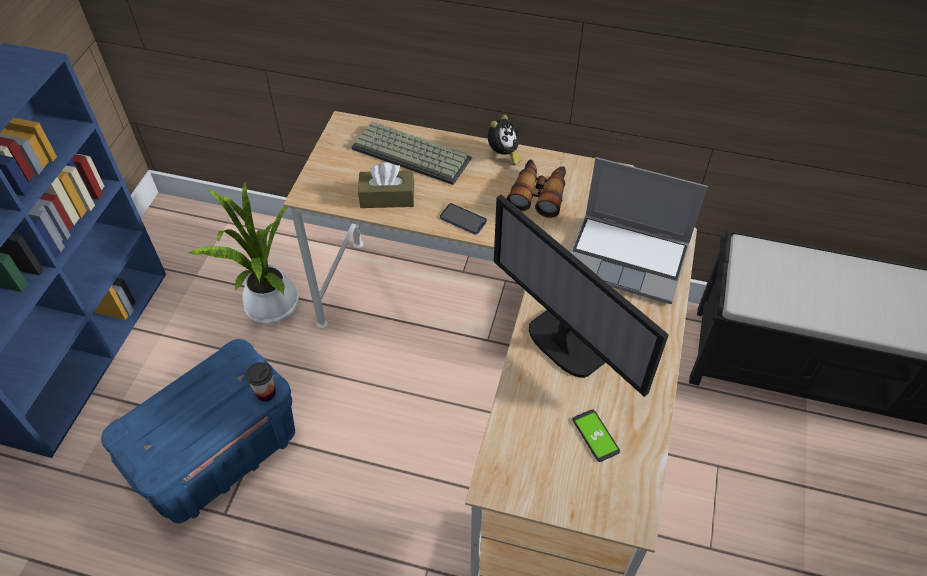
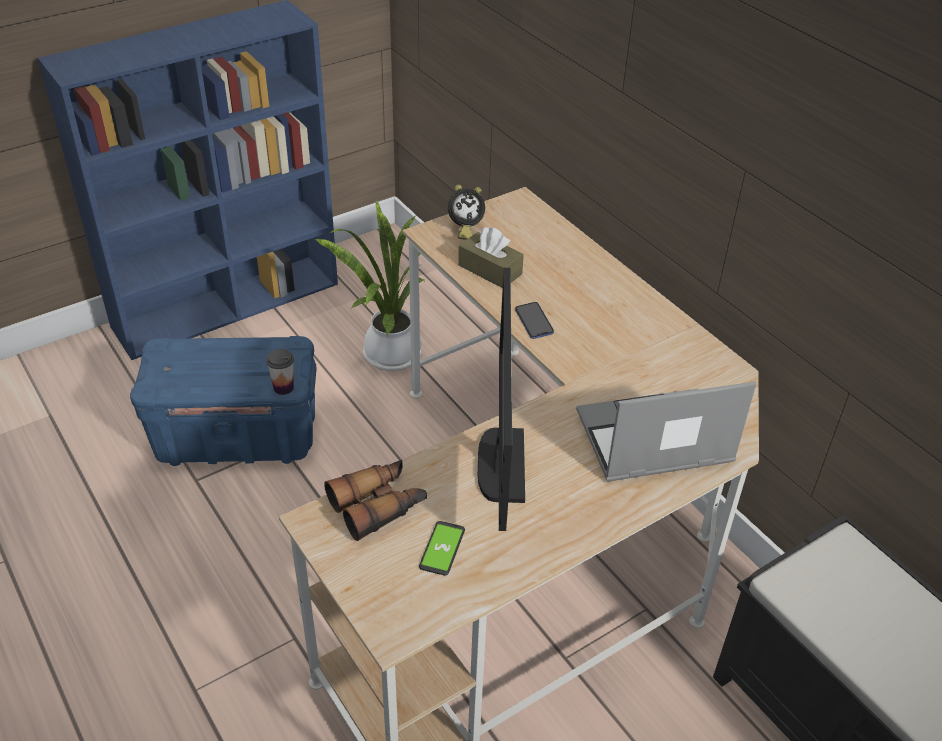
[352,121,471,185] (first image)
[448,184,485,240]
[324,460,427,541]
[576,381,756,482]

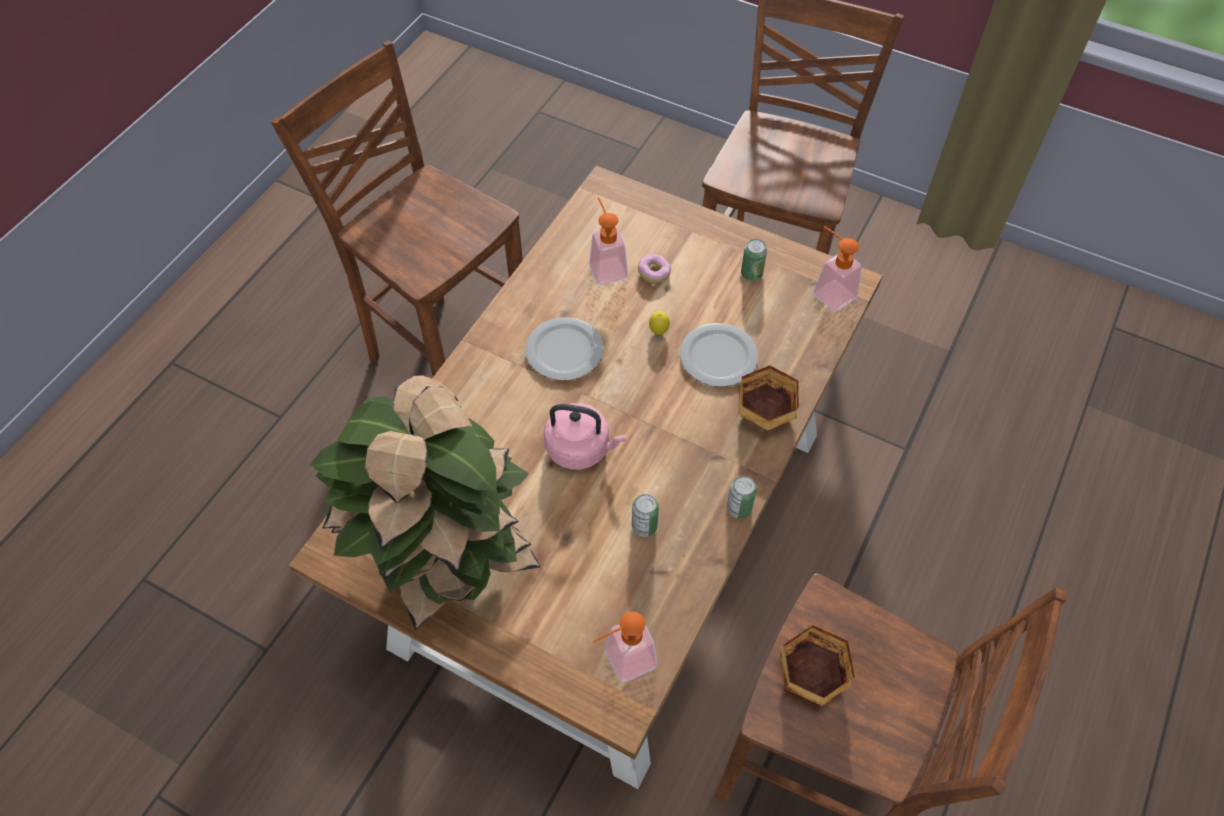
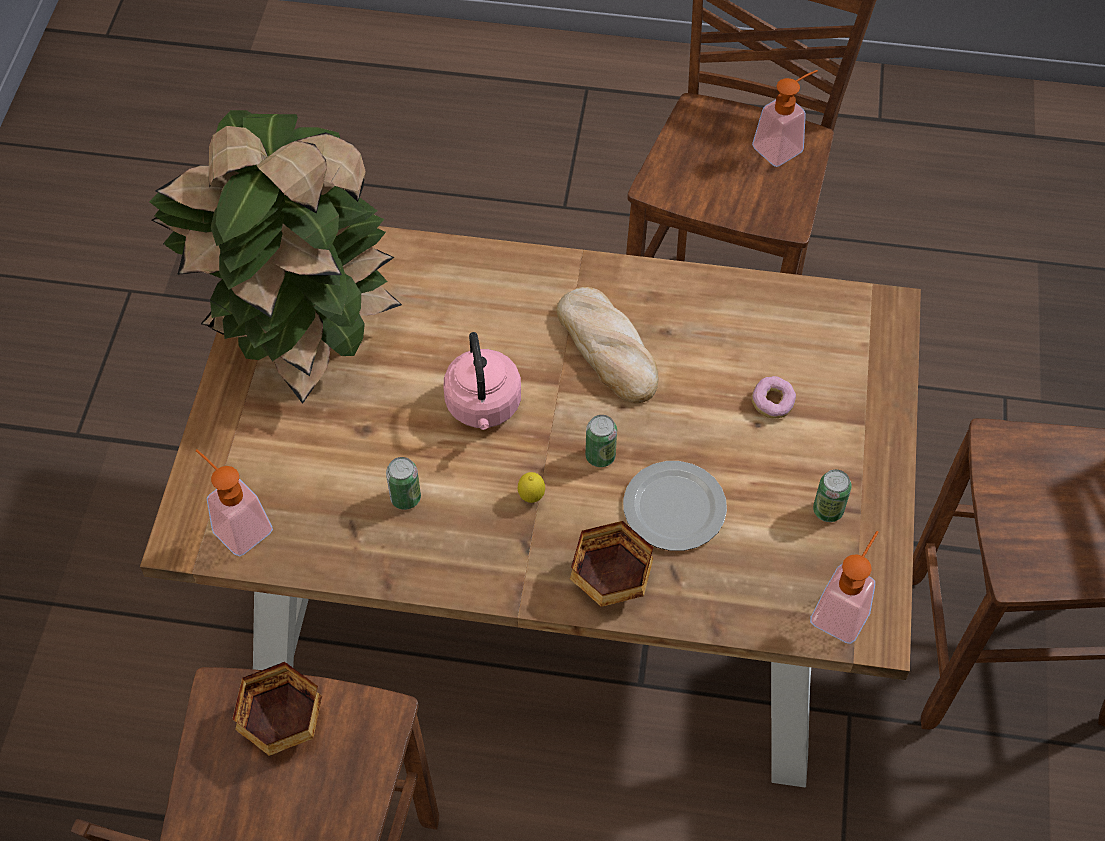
[752,70,818,167]
[518,472,545,503]
[585,415,617,467]
[556,287,658,403]

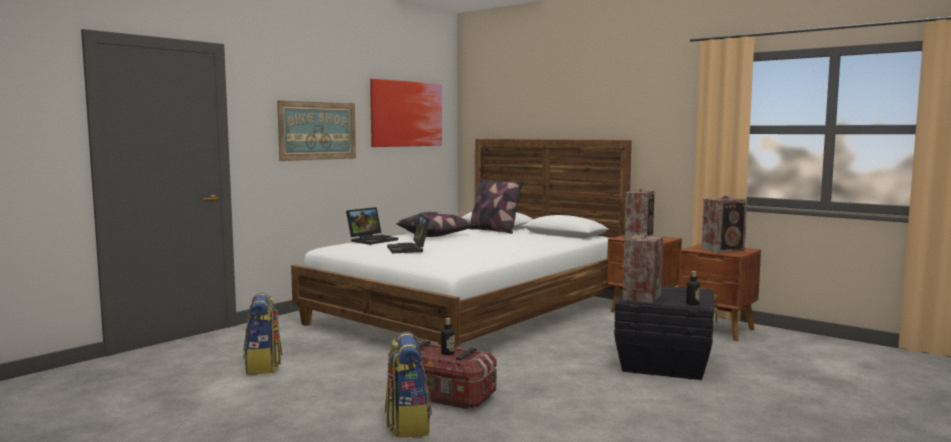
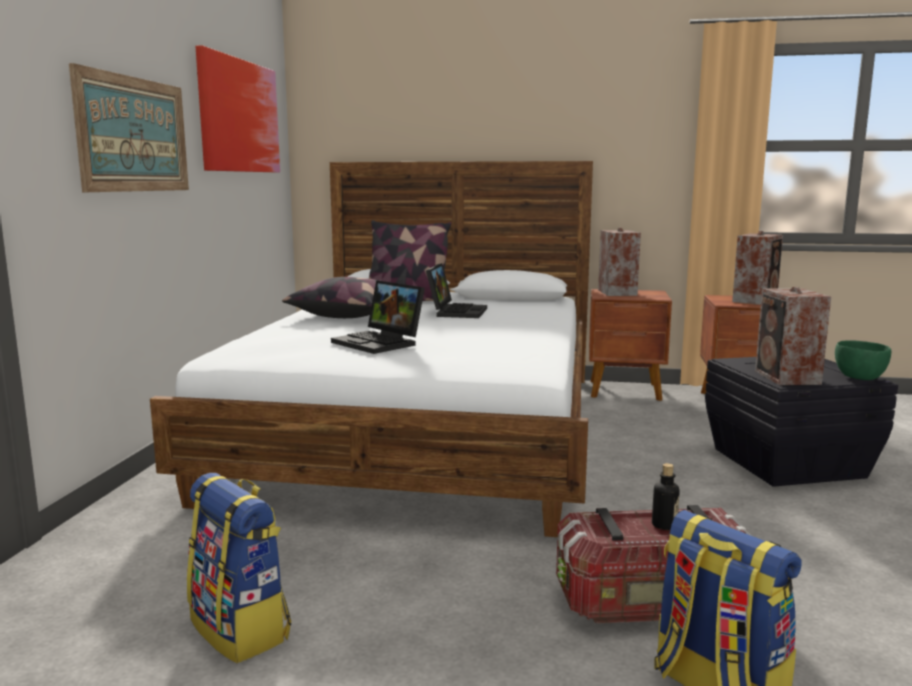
[426,263,487,318]
[835,340,891,380]

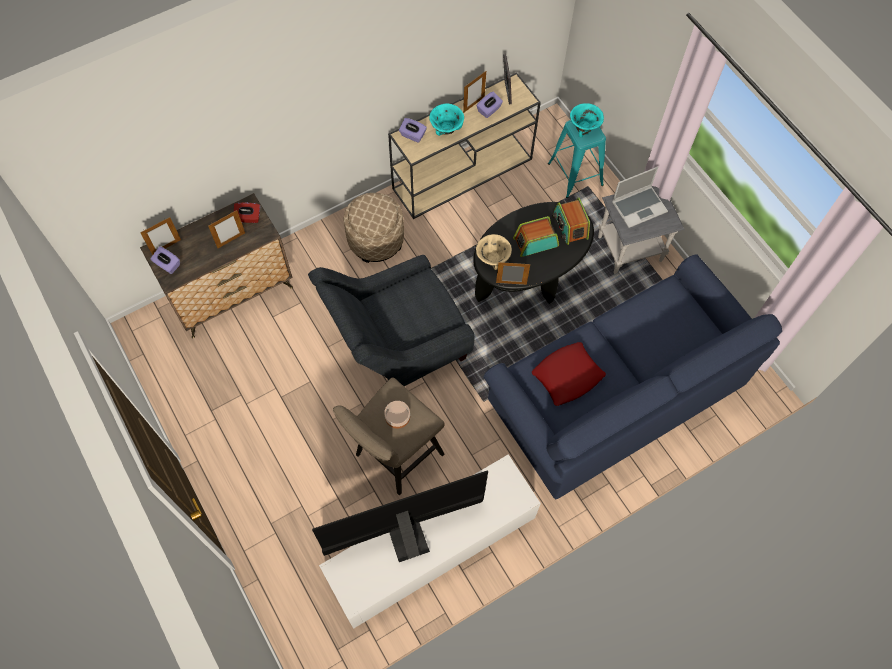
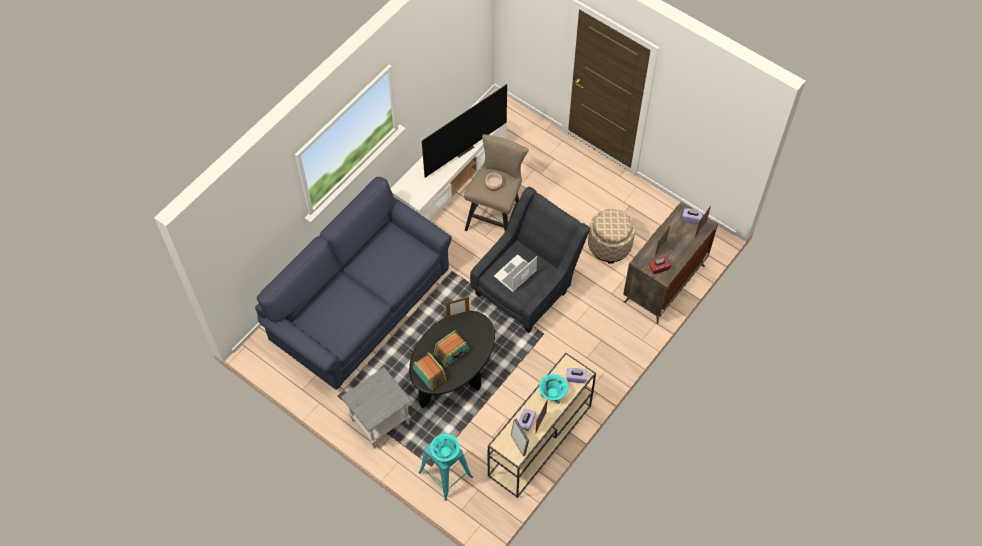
[476,234,512,270] (first image)
[532,342,606,406] (first image)
[588,209,635,264]
[494,254,537,292]

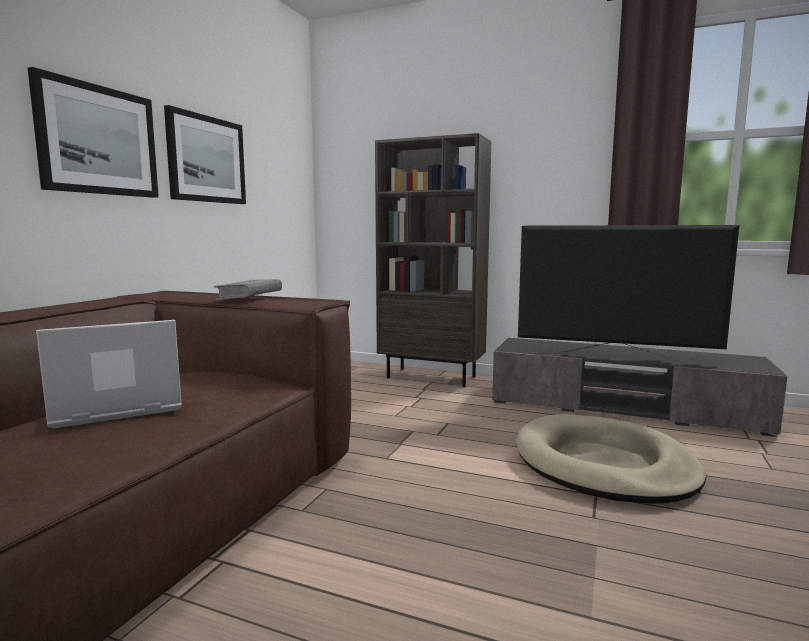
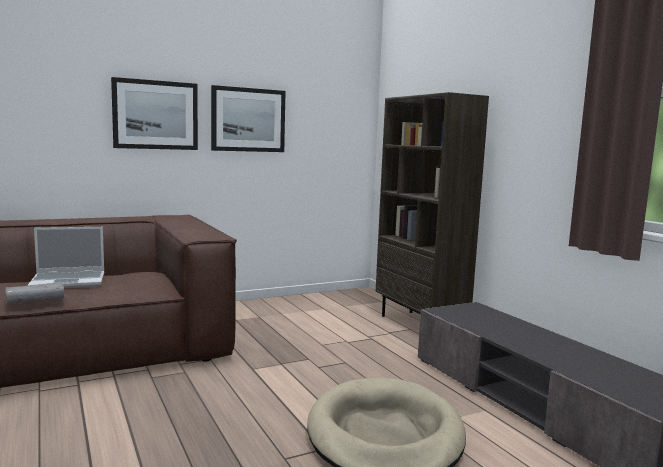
[518,225,739,362] (first image)
[5,282,65,303]
[27,227,104,288]

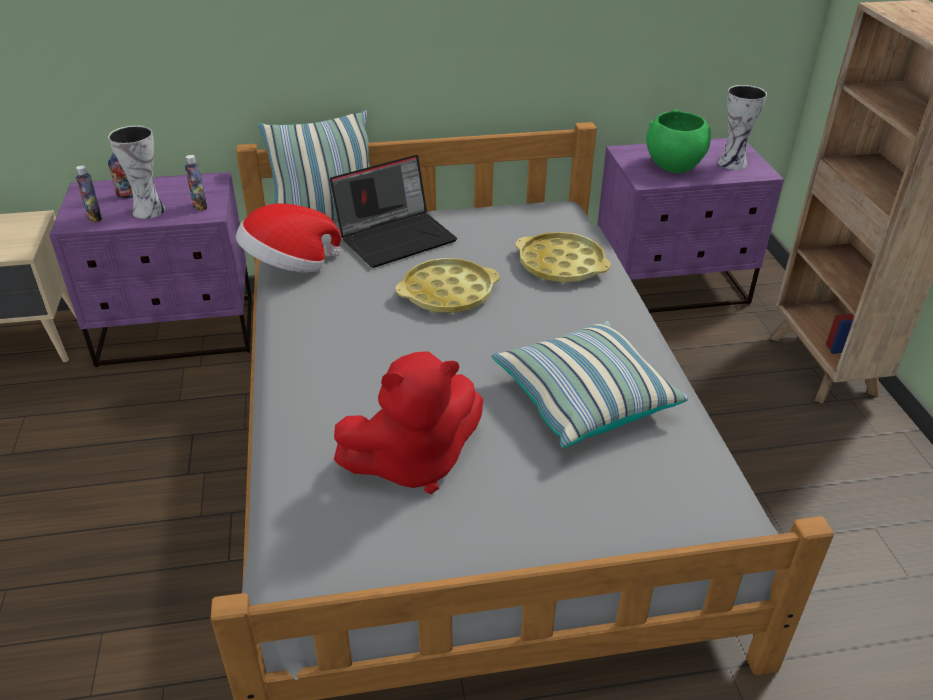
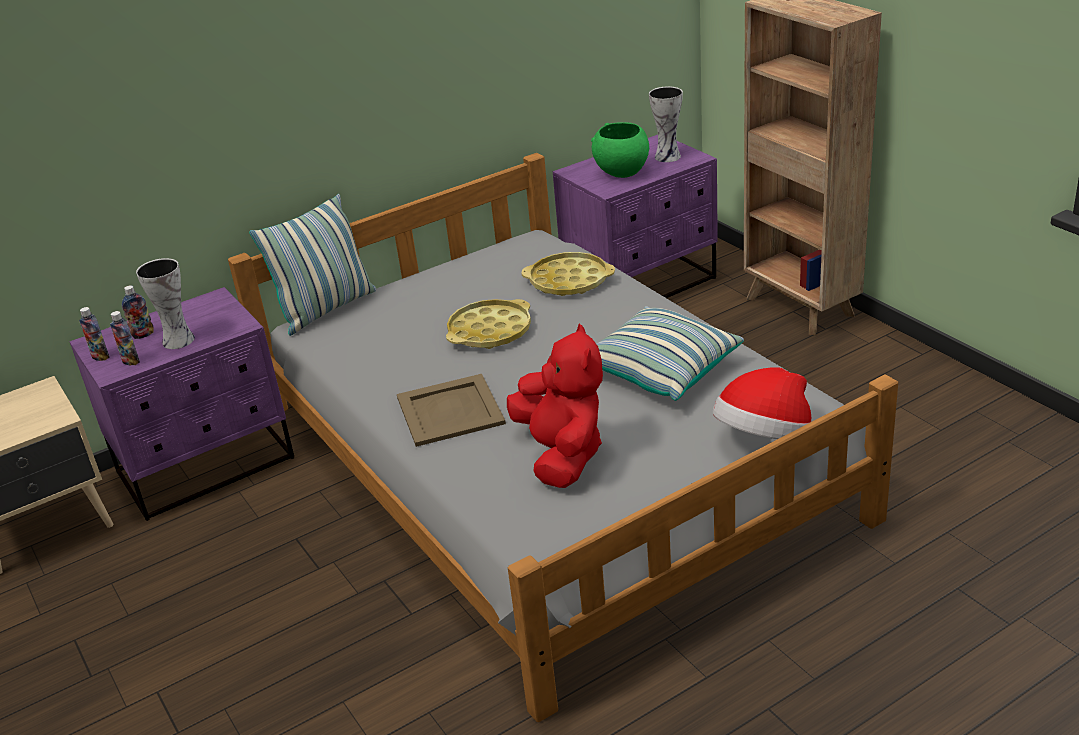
[330,155,457,268] (first image)
[397,374,506,447]
[79,307,110,361]
[713,367,811,439]
[507,324,603,488]

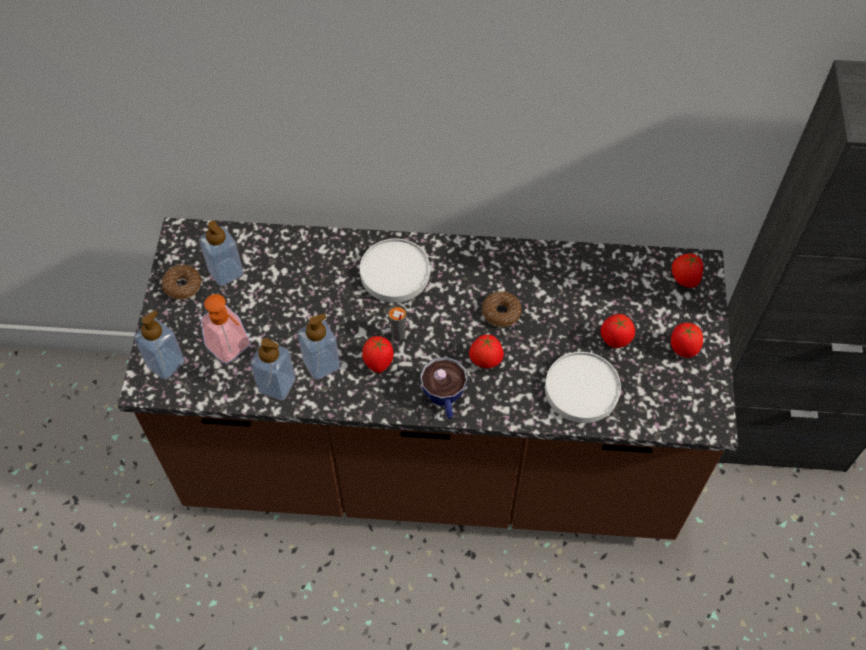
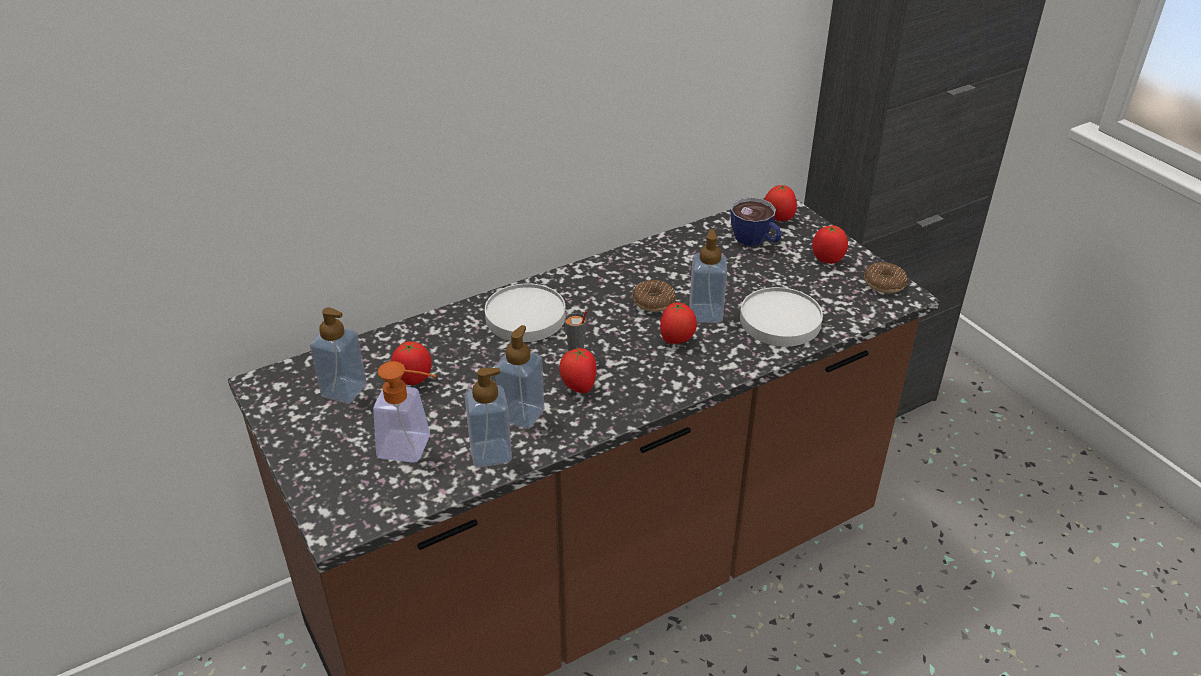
[689,229,727,323]
[864,262,908,293]
[730,197,782,246]
[391,341,432,385]

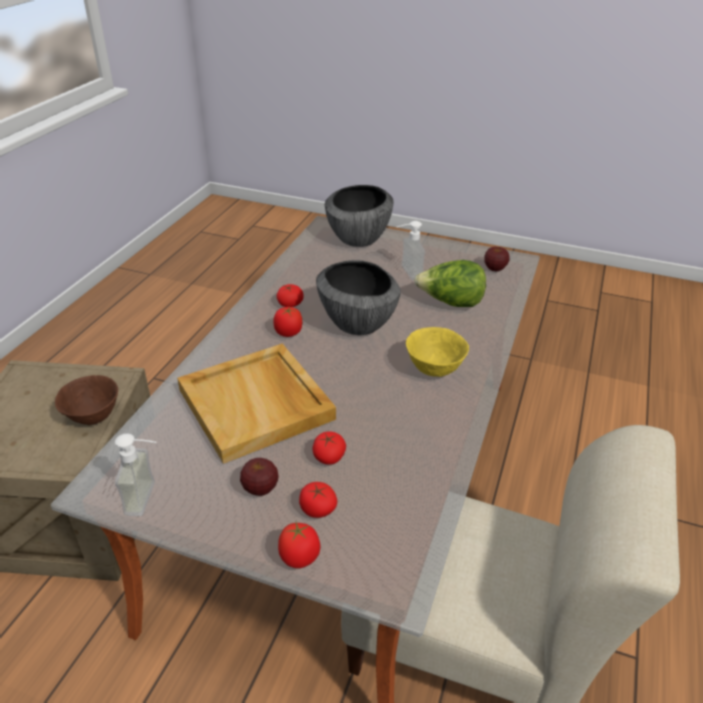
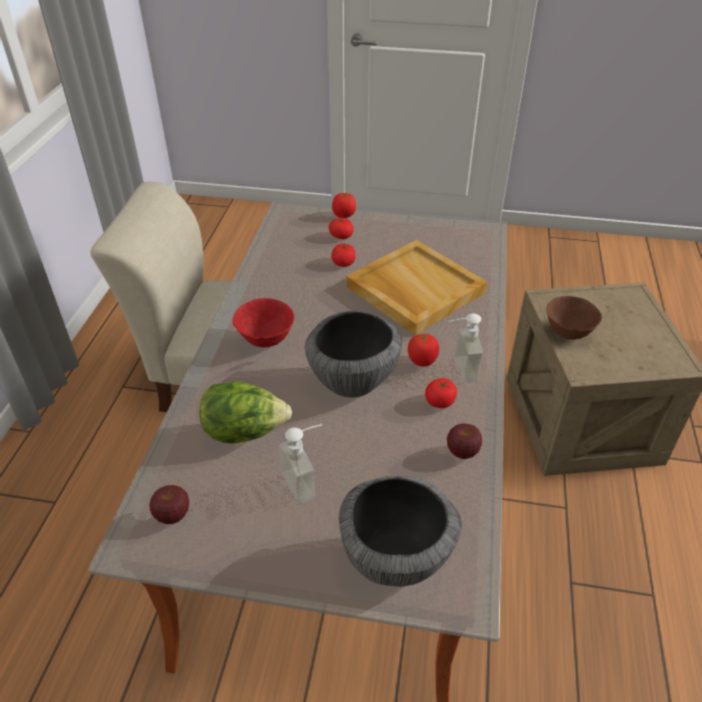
[449,314,483,383]
[447,424,482,459]
[233,298,295,347]

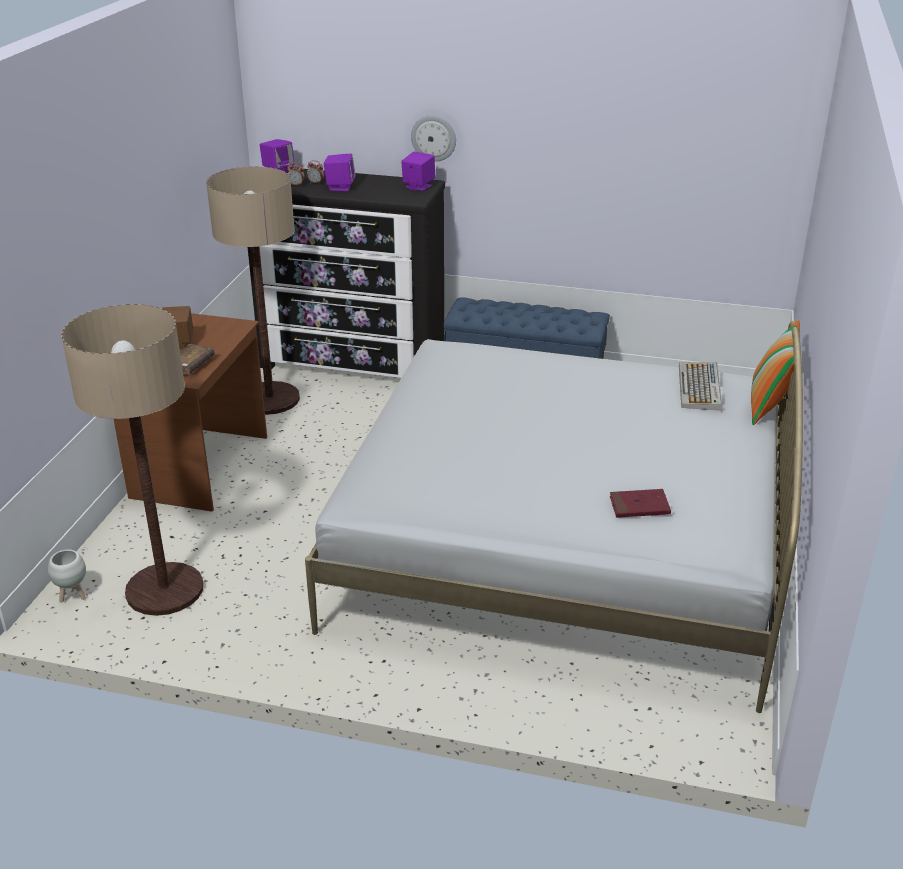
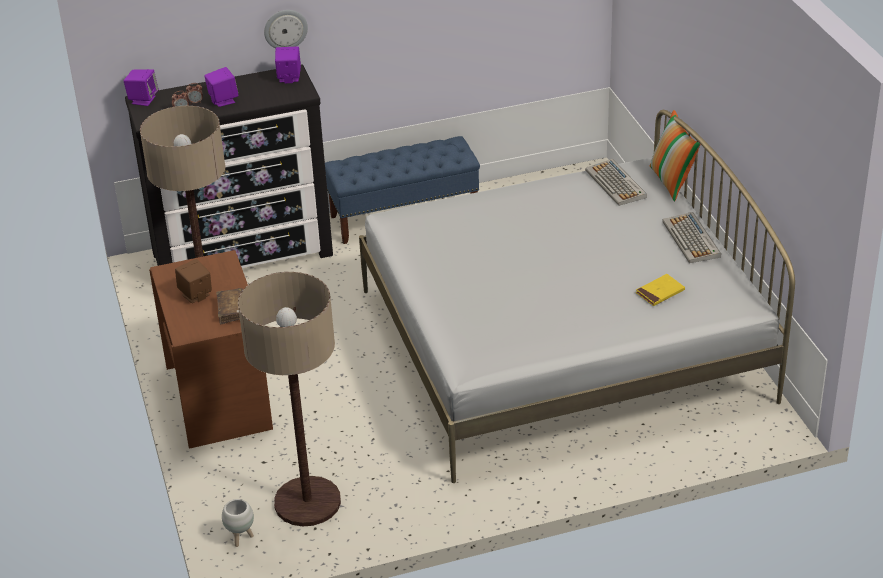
[662,212,721,263]
[636,274,685,306]

